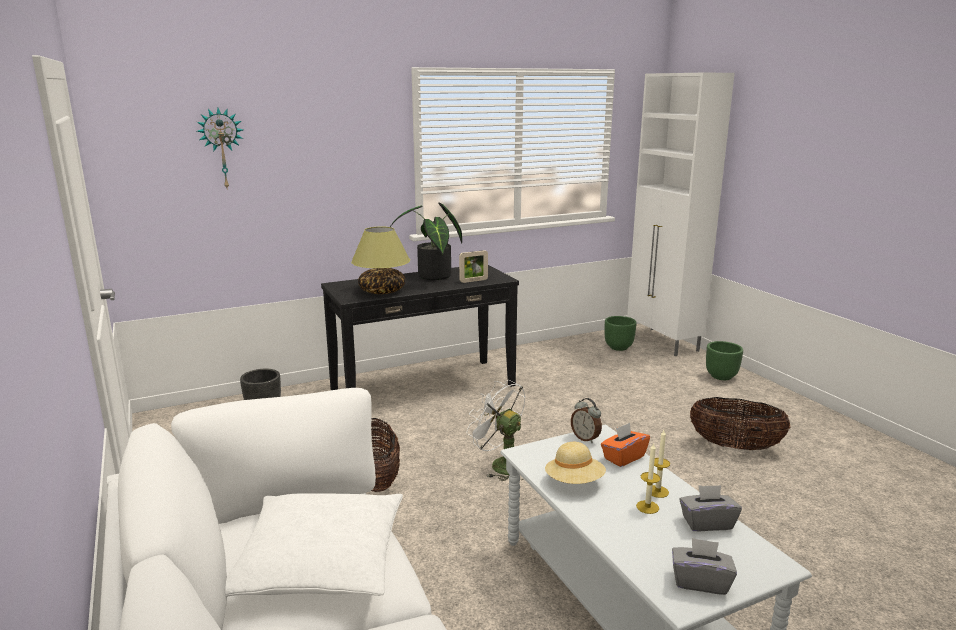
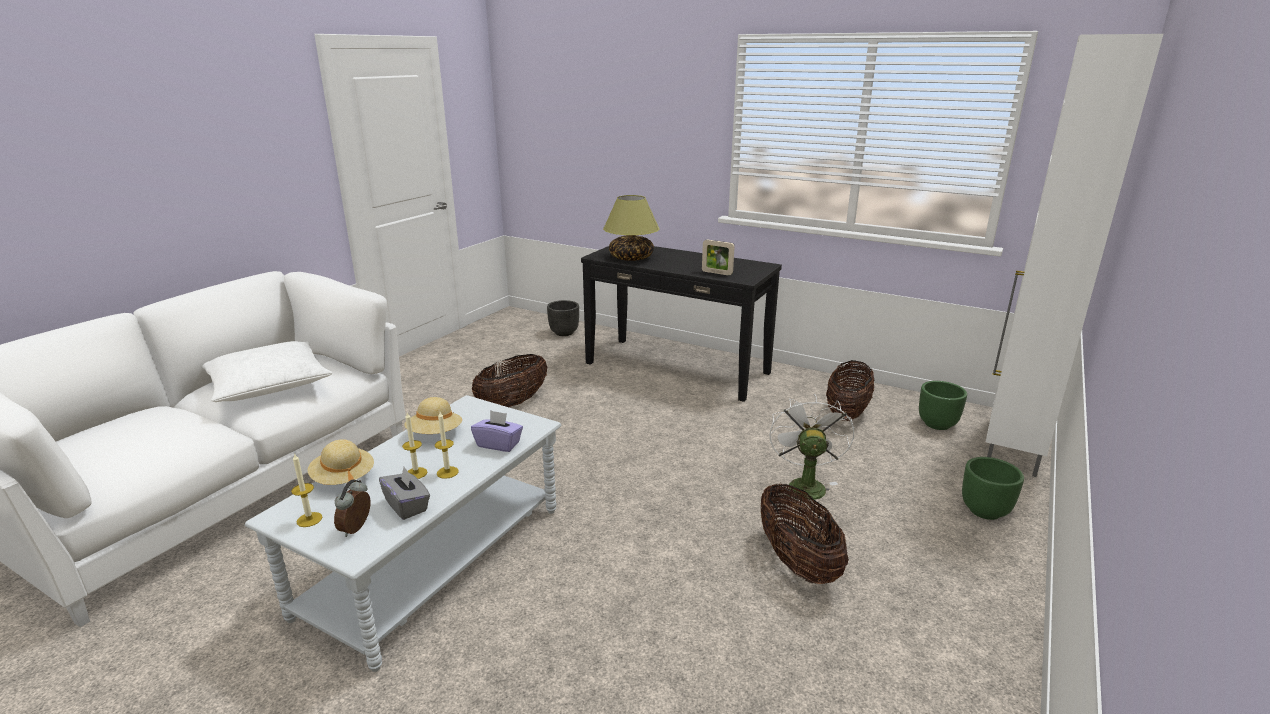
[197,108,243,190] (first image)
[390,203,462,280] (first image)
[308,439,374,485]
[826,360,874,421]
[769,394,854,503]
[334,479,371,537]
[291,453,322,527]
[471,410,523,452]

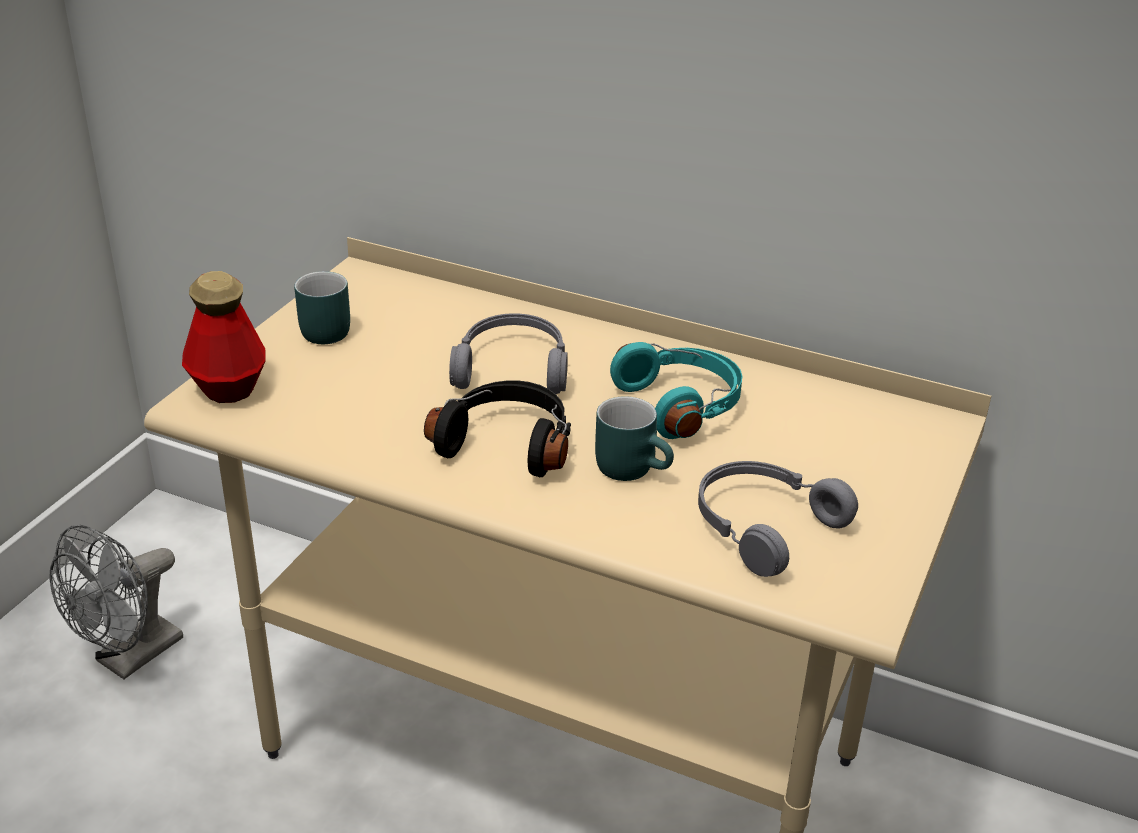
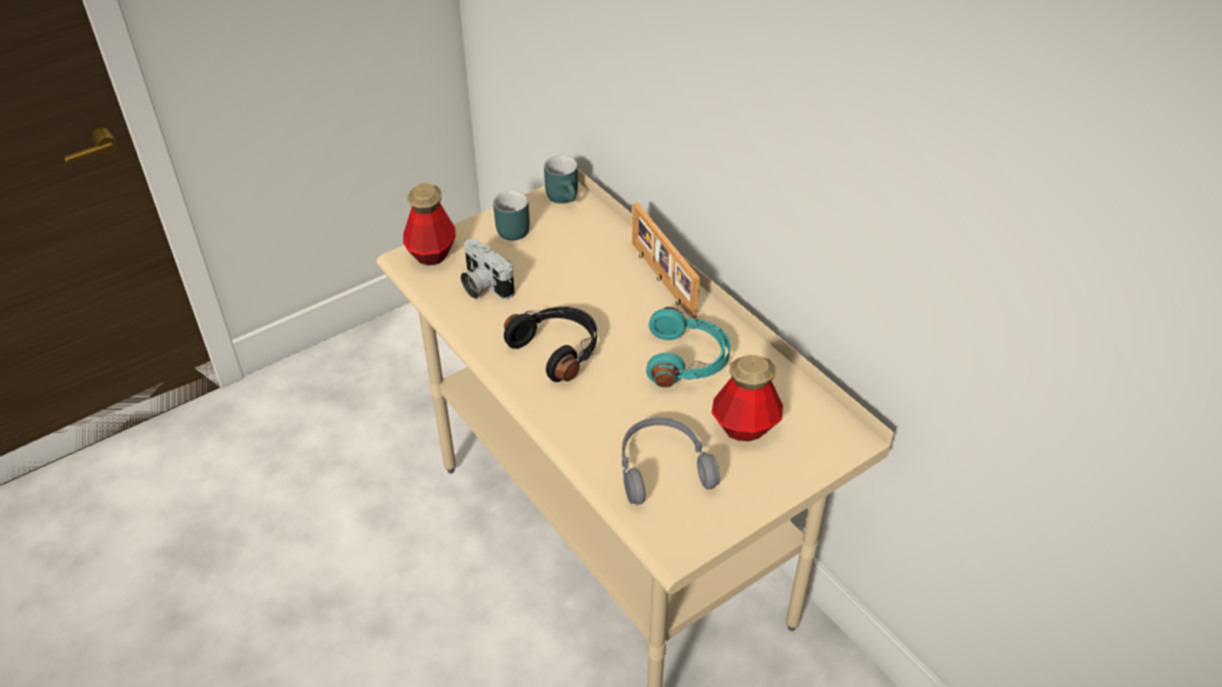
[49,525,183,679] (first image)
[449,313,568,394] (first image)
[461,239,515,299]
[632,202,700,318]
[712,355,783,441]
[544,156,578,204]

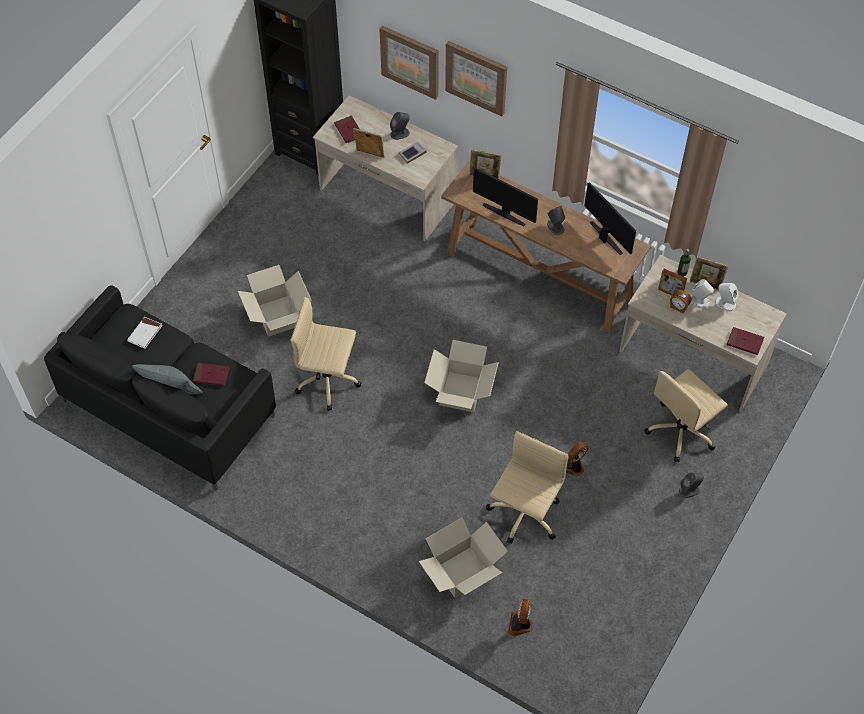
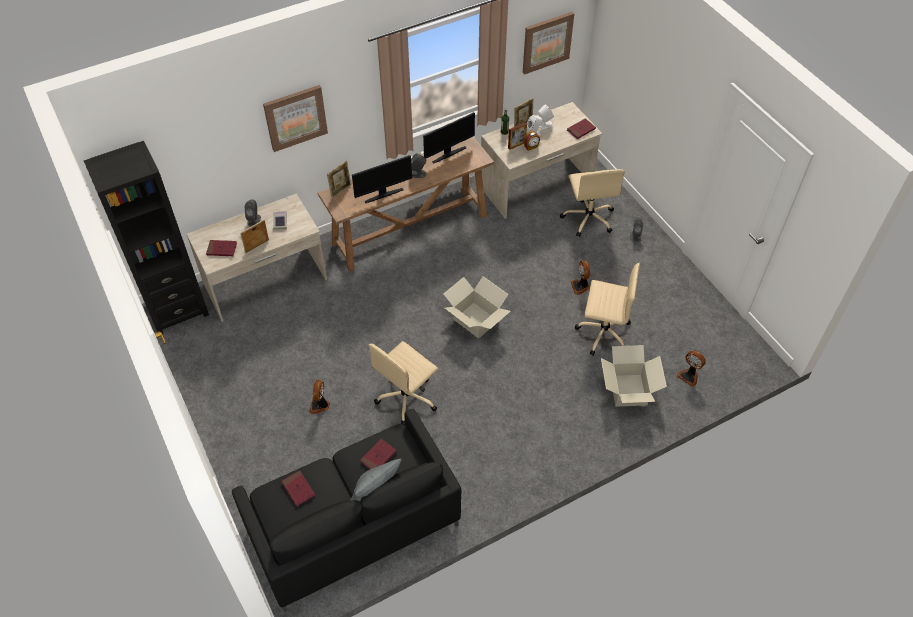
[523,12,574,74]
[309,380,330,414]
[281,470,315,506]
[575,263,640,356]
[423,112,475,164]

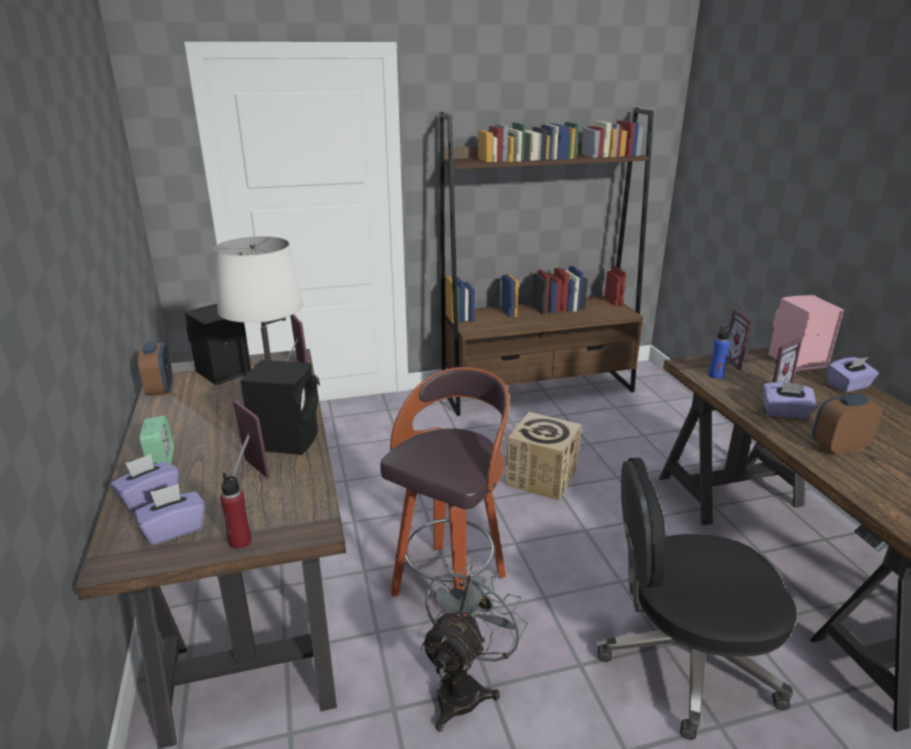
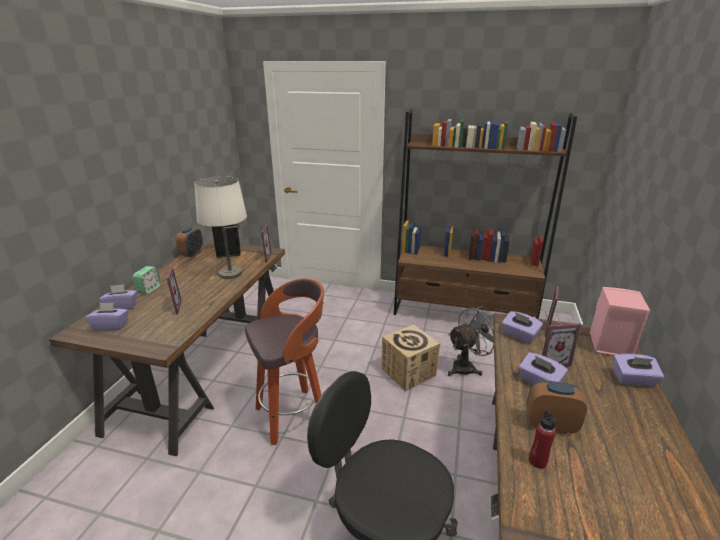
[241,360,318,455] (first image)
[529,410,559,469]
[448,306,494,376]
[502,311,543,344]

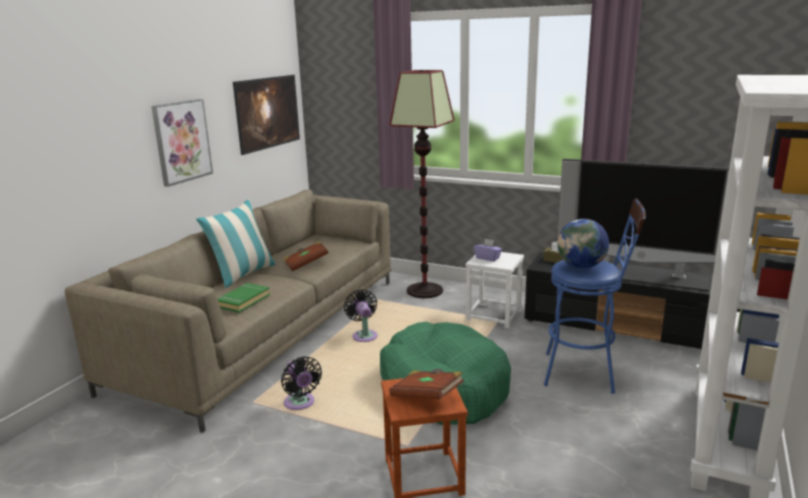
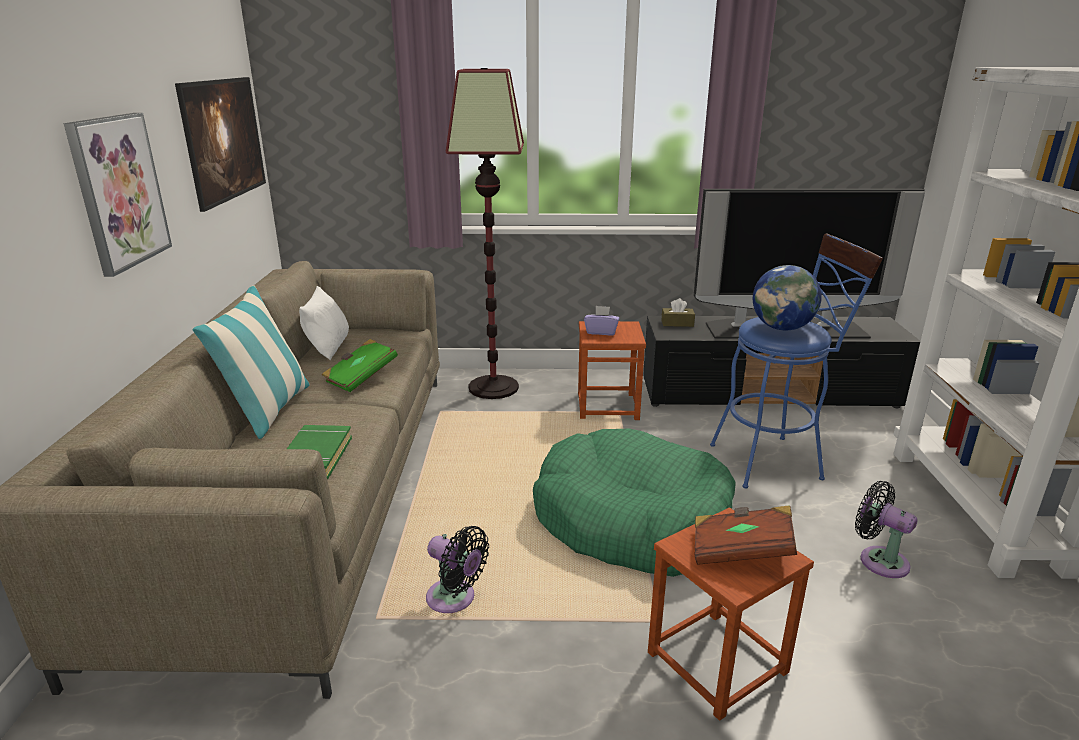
[299,286,349,360]
[855,481,918,578]
[322,339,398,392]
[578,321,646,420]

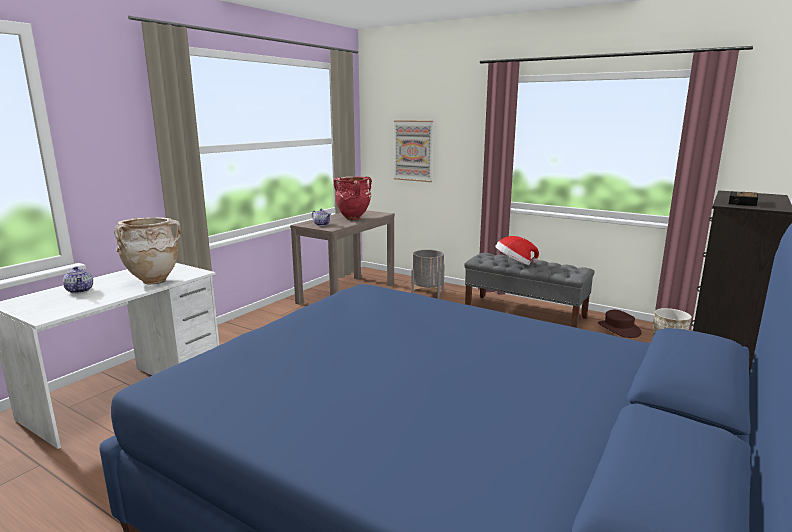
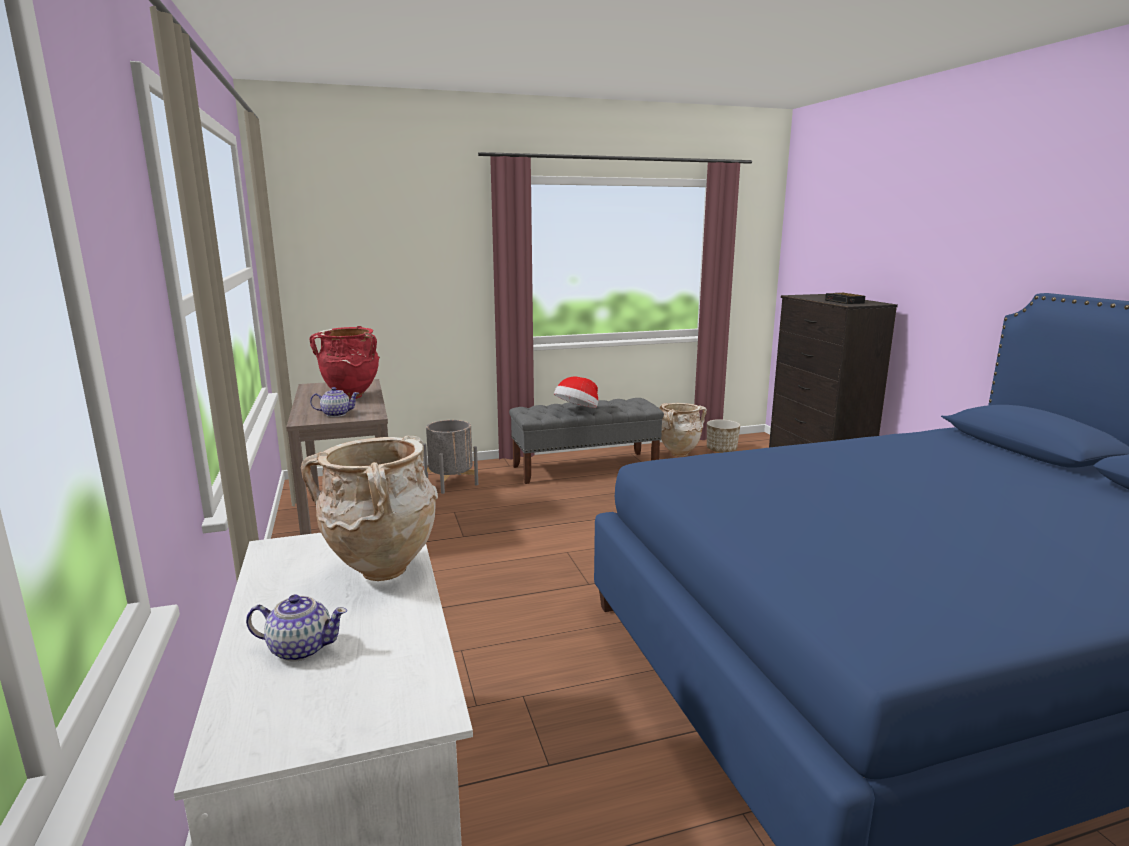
[394,120,433,182] (first image)
[659,403,707,457]

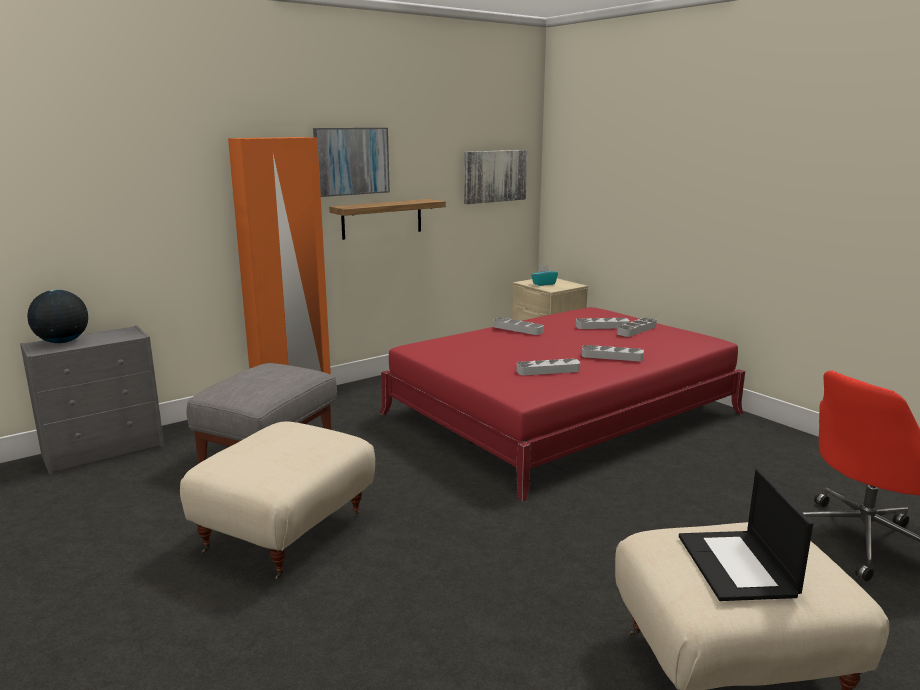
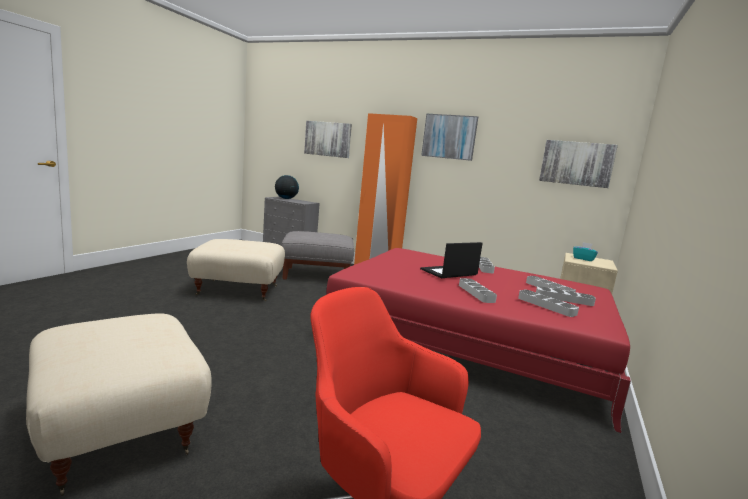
[329,199,446,240] (first image)
[304,121,352,158]
[518,290,579,317]
[420,242,483,278]

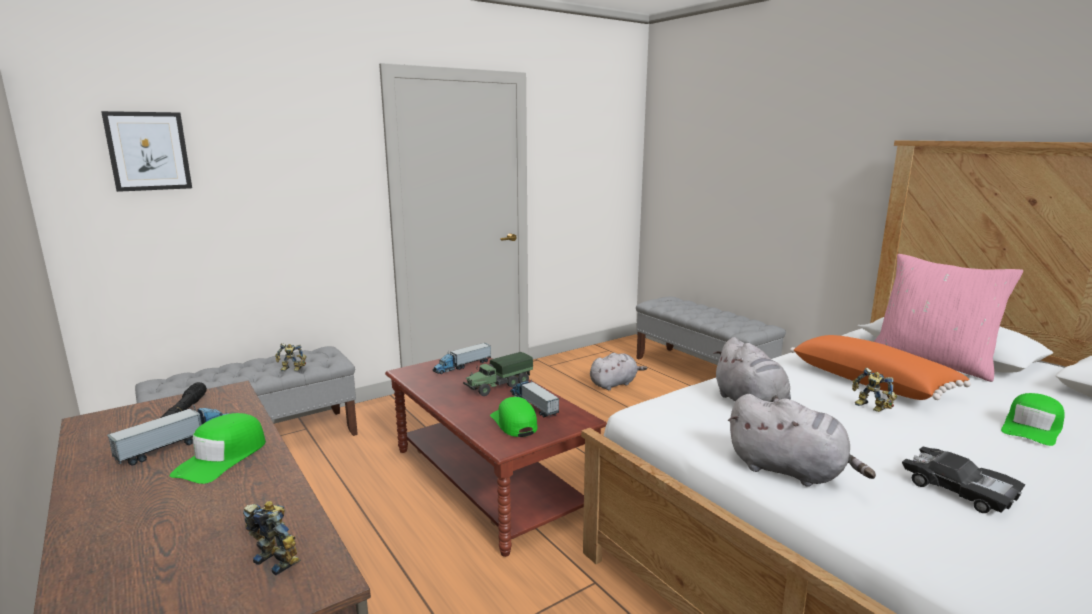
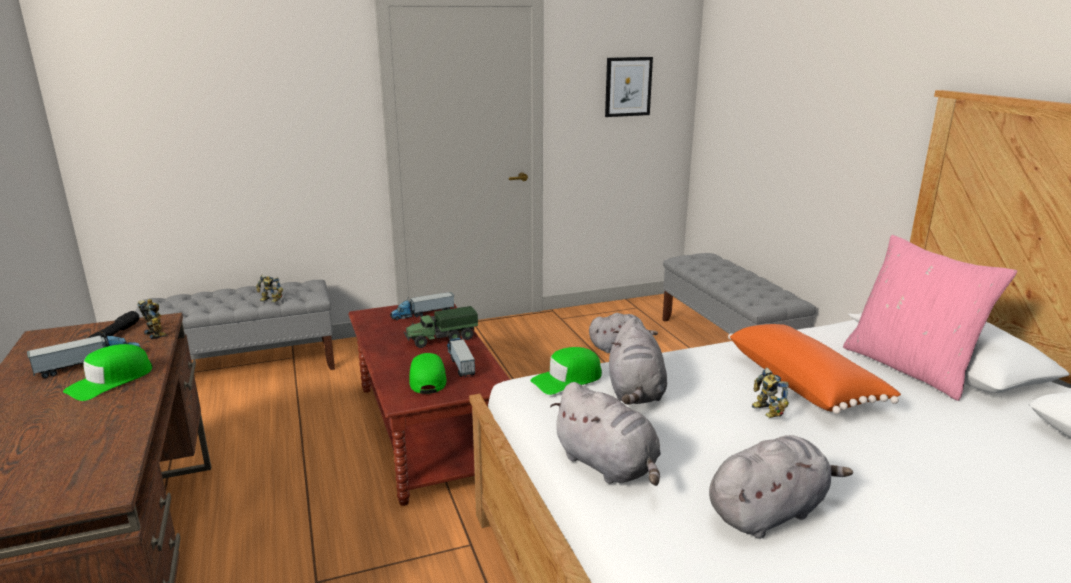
[605,57,653,117]
[138,299,167,340]
[531,347,602,395]
[709,435,853,539]

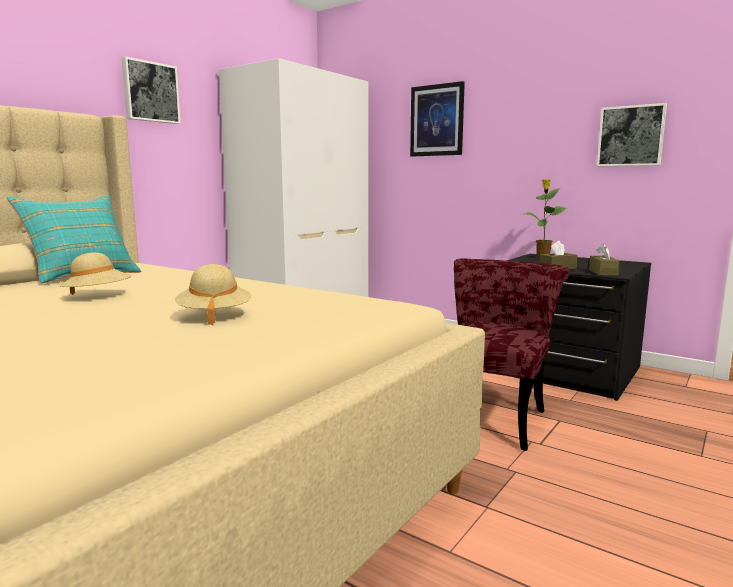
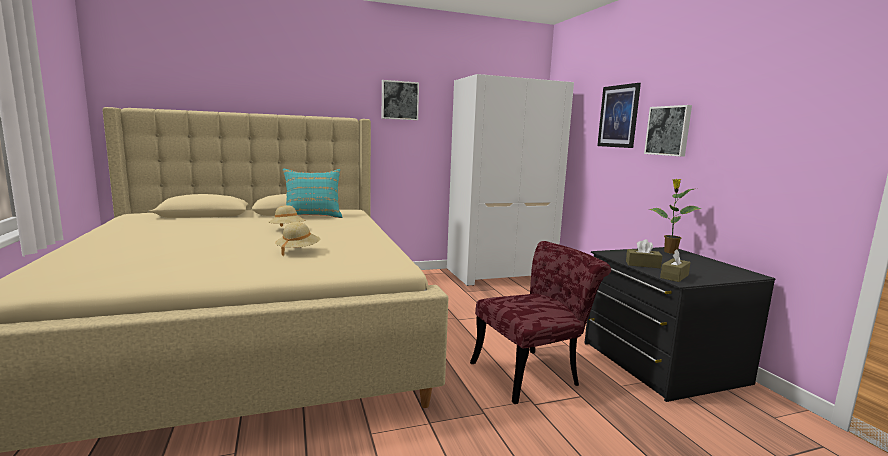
[644,105,692,157]

